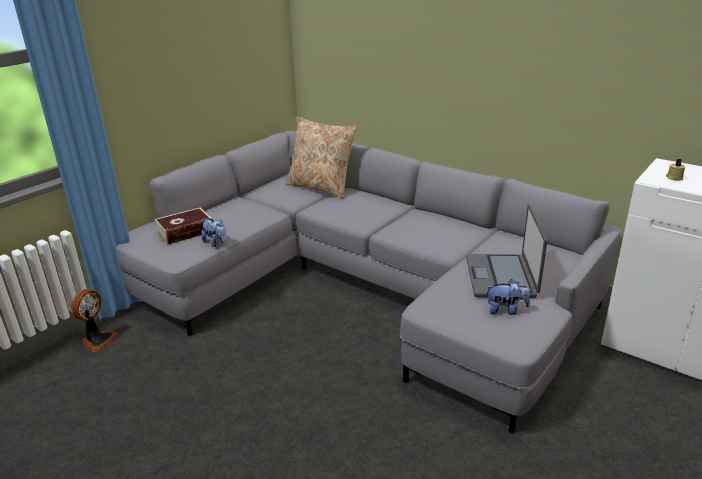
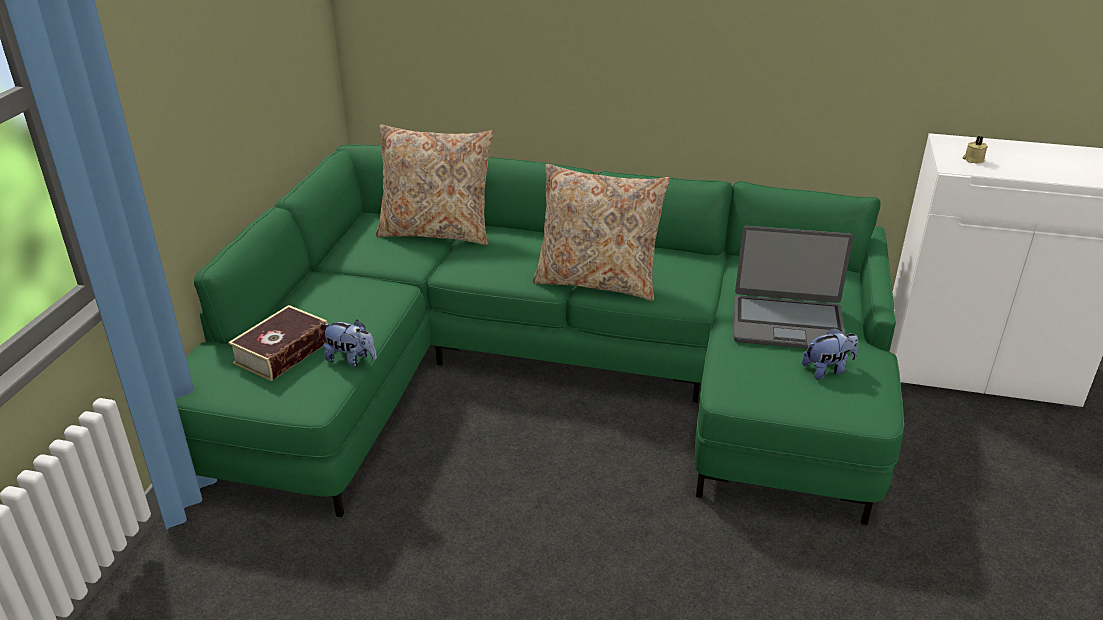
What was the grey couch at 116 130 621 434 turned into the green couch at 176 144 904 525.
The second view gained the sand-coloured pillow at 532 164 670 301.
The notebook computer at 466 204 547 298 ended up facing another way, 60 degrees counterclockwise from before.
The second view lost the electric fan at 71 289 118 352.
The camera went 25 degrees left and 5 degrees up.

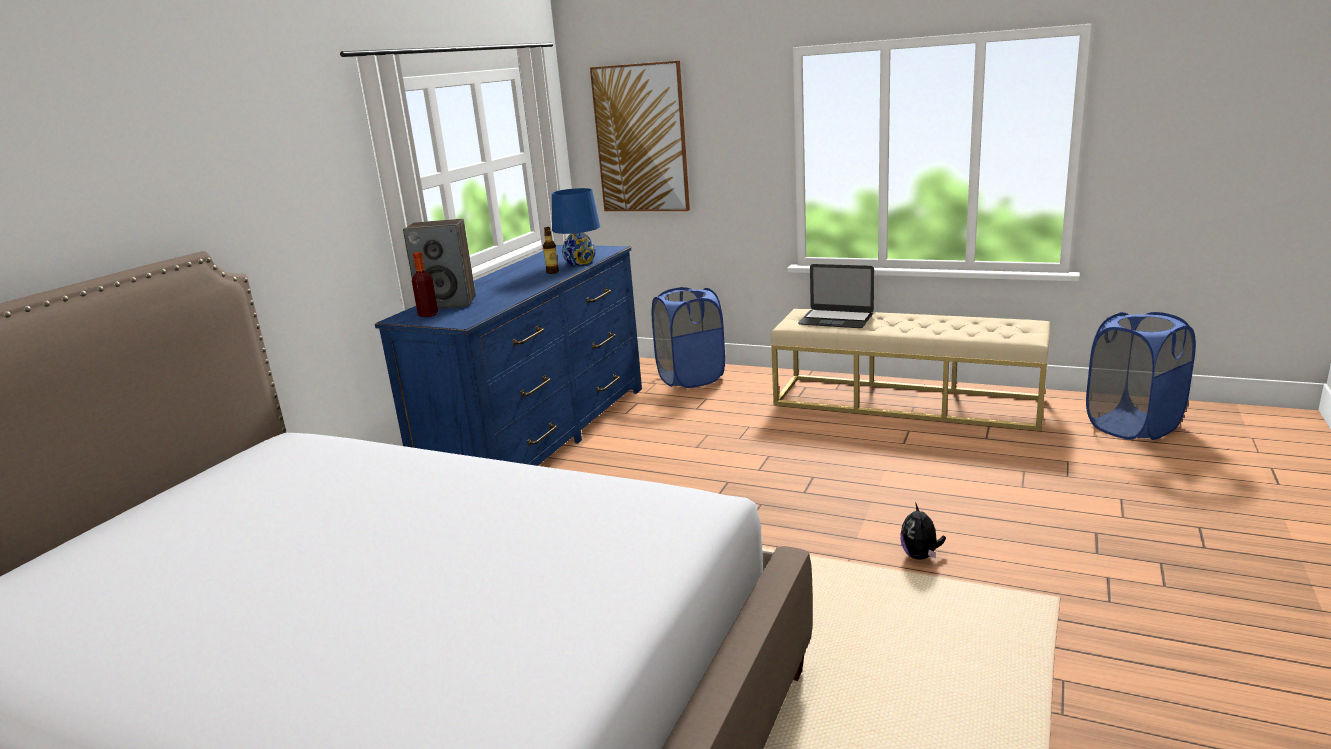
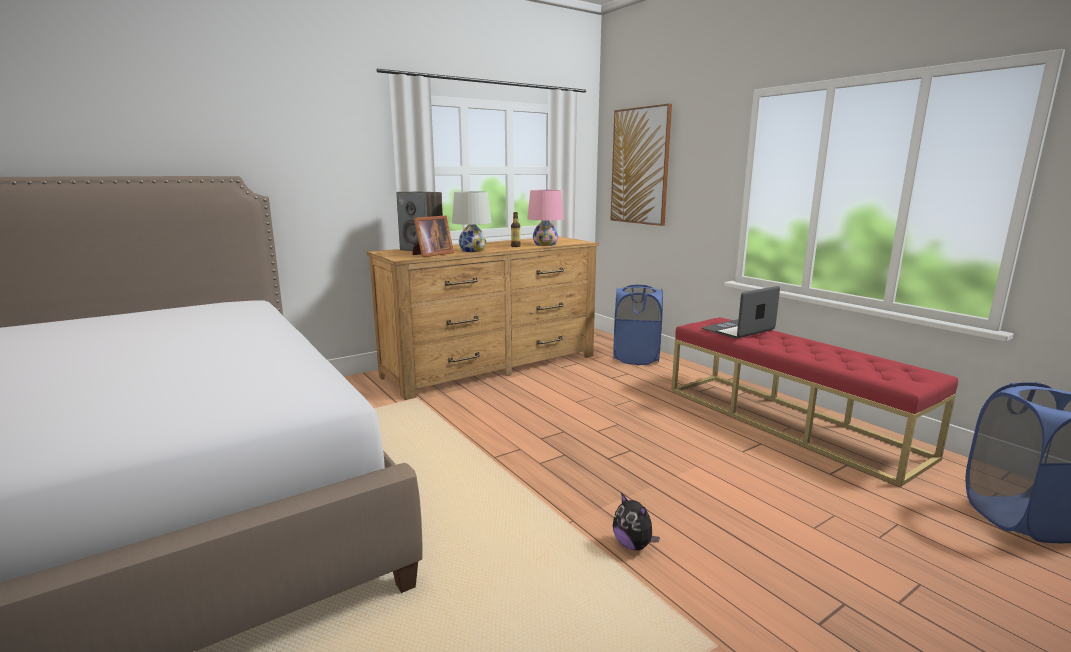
What was the bluish drawer chest at 375 245 642 466 turned into the brown-coloured drawer chest at 367 236 599 400.
The second view gained the picture frame at 412 215 454 257.
The second view gained the white tabletop lamp at 452 191 492 252.
What was the bluish tabletop lamp at 552 188 600 265 turned into the pinkish tabletop lamp at 527 190 564 246.
The soft toy at 900 502 946 560 ended up facing another way, 75 degrees counterclockwise from before.
What was the sand-coloured indoor bench at 771 309 1050 431 turned into the reddish indoor bench at 671 317 958 487.
The notebook computer at 798 264 874 328 ended up facing another way, 90 degrees clockwise from before.
The second view lost the bottle at 412 252 438 317.
The camera went 30 degrees right and 5 degrees down.

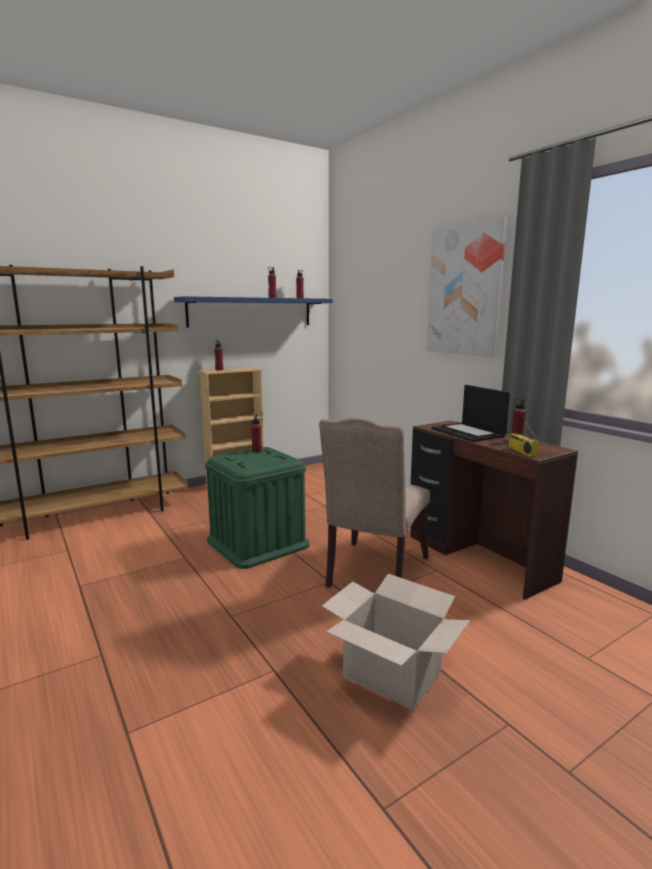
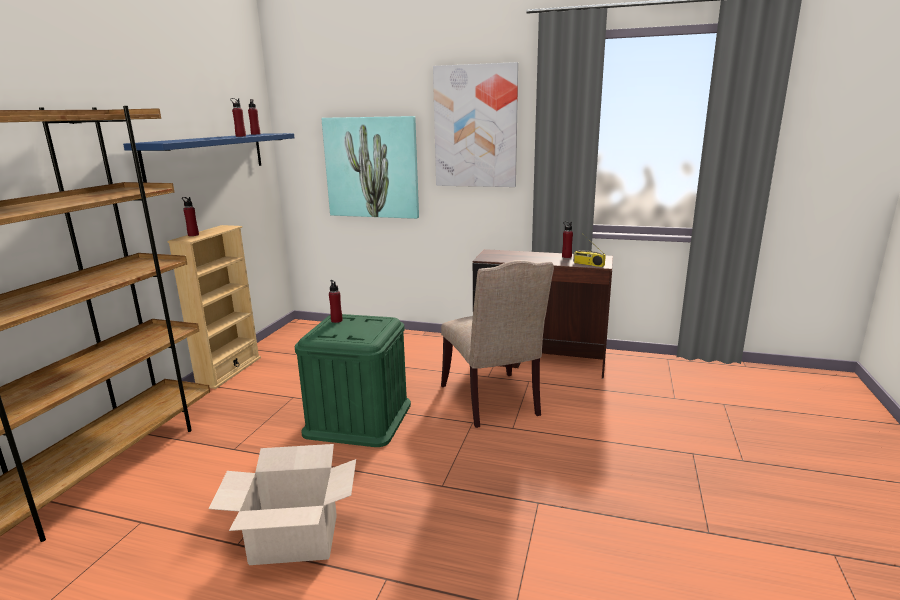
The carton ended up elsewhere, having gone from 322 574 470 711 to 208 444 356 565.
The second view gained the wall art at 321 116 419 219.
The second view lost the notebook computer at 432 385 510 442.
The camera went 40 degrees left and 5 degrees up.

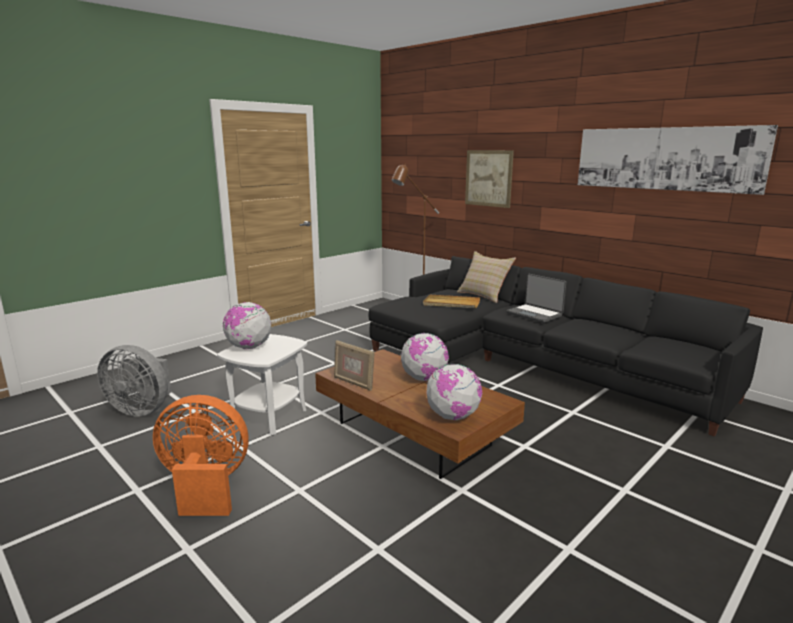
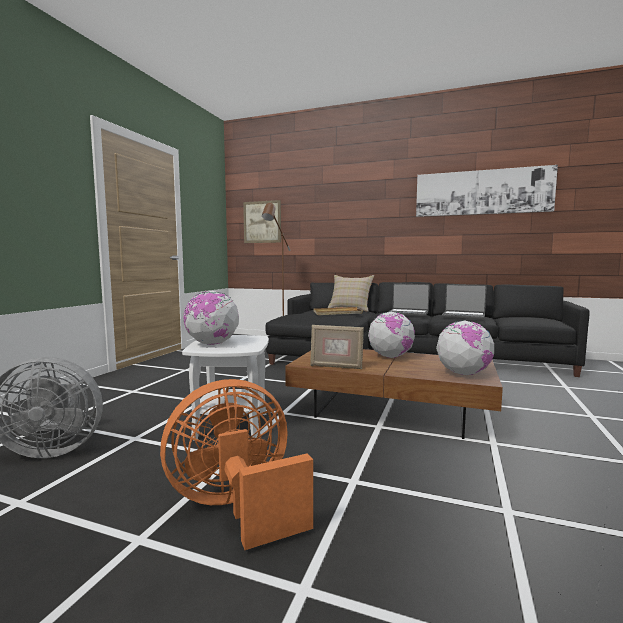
The wall art ended up elsewhere, having gone from 465 150 514 208 to 243 200 281 243.
The second view gained the notebook computer at 442 284 487 319.
The camera went 25 degrees left and 10 degrees down.

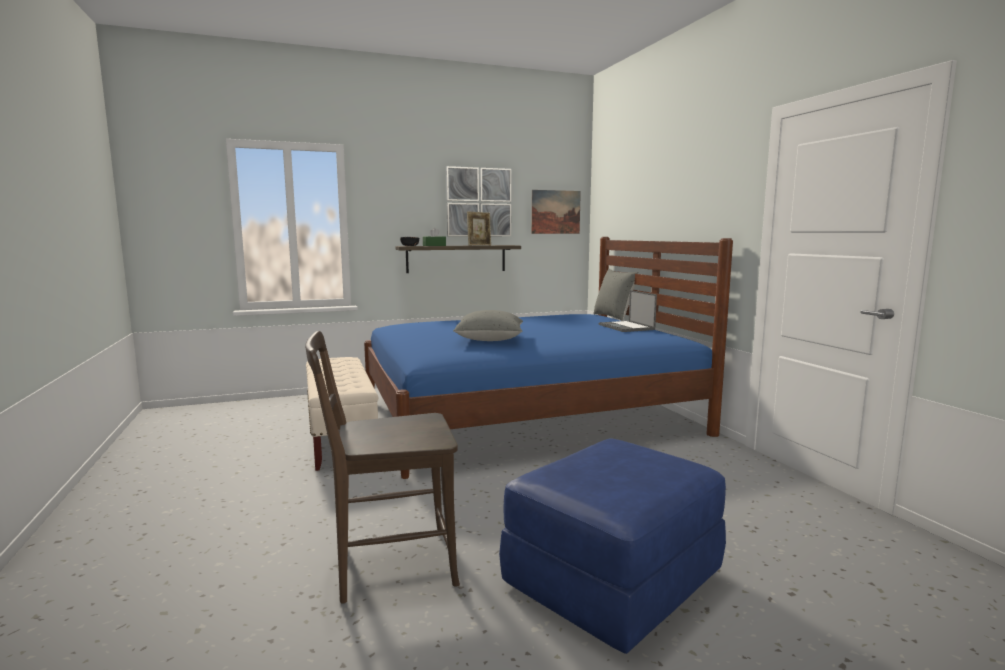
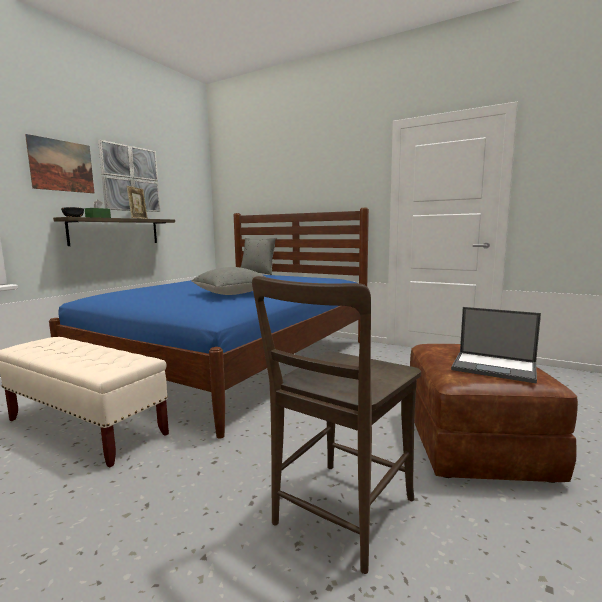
The wall art ended up elsewhere, having gone from 531 190 581 234 to 25 134 94 193.
What was the bluish ottoman at 499 438 726 654 turned into the brown-coloured ottoman at 410 344 578 483.
The notebook computer ended up elsewhere, having gone from 599 290 657 332 to 451 307 541 383.
The camera went 40 degrees left and 0 degrees up.

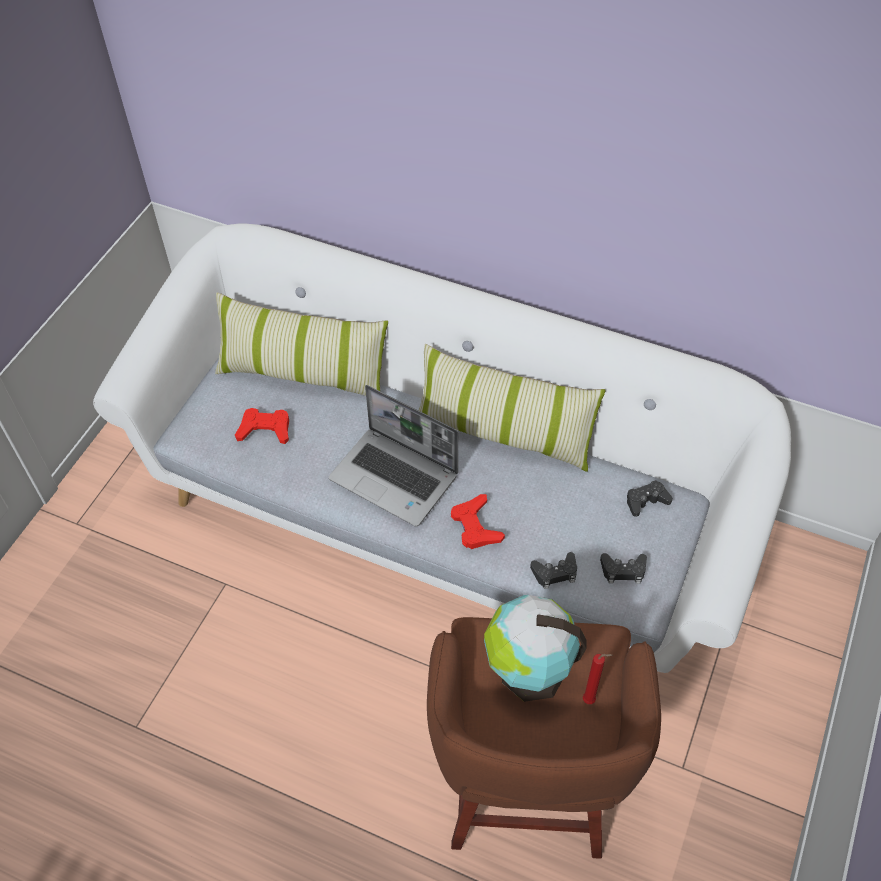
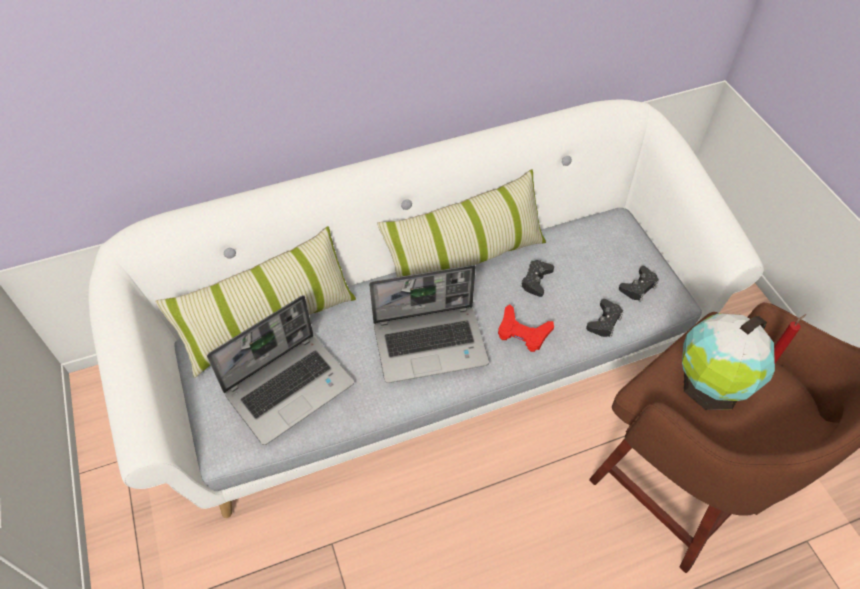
Where the reddish game controller stood at 235 408 289 444, the notebook computer came to stand at 207 295 354 445.
The black-coloured game controller ended up elsewhere, having gone from 627 480 673 517 to 520 260 554 297.
The camera went 45 degrees left and 0 degrees up.

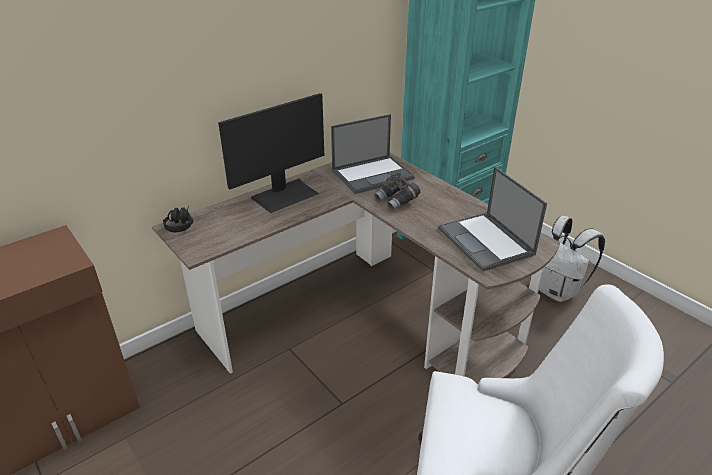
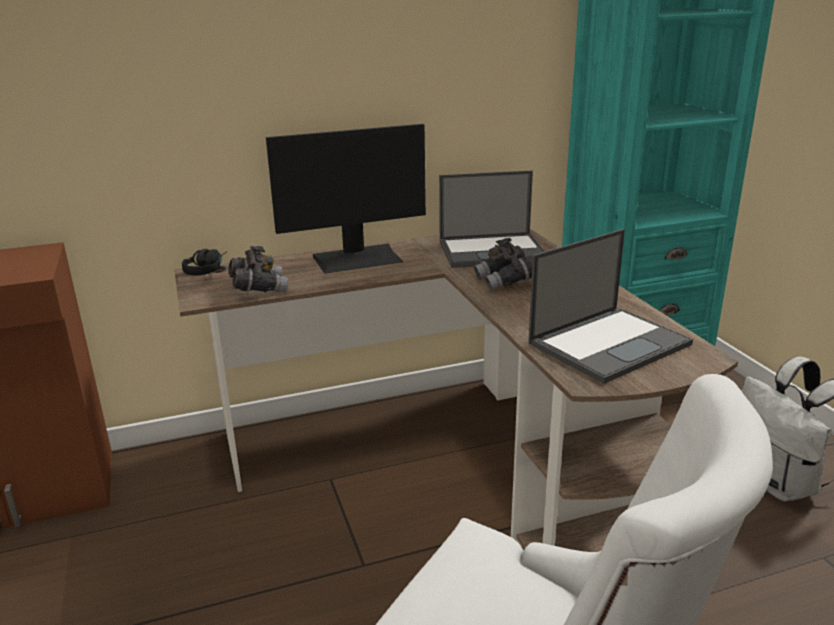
The second view gained the grey binoculars at 228 246 288 292.
The notebook computer at 438 167 547 272 ended up facing another way, 120 degrees counterclockwise from before.
The camera went 20 degrees right and 10 degrees down.

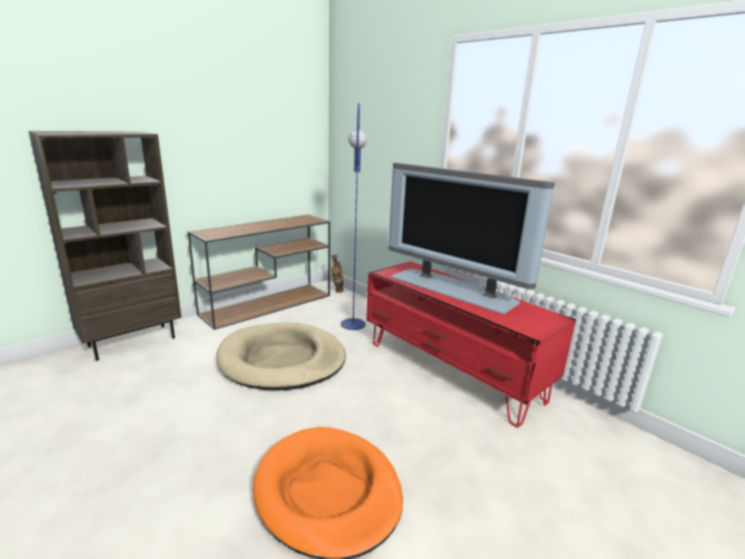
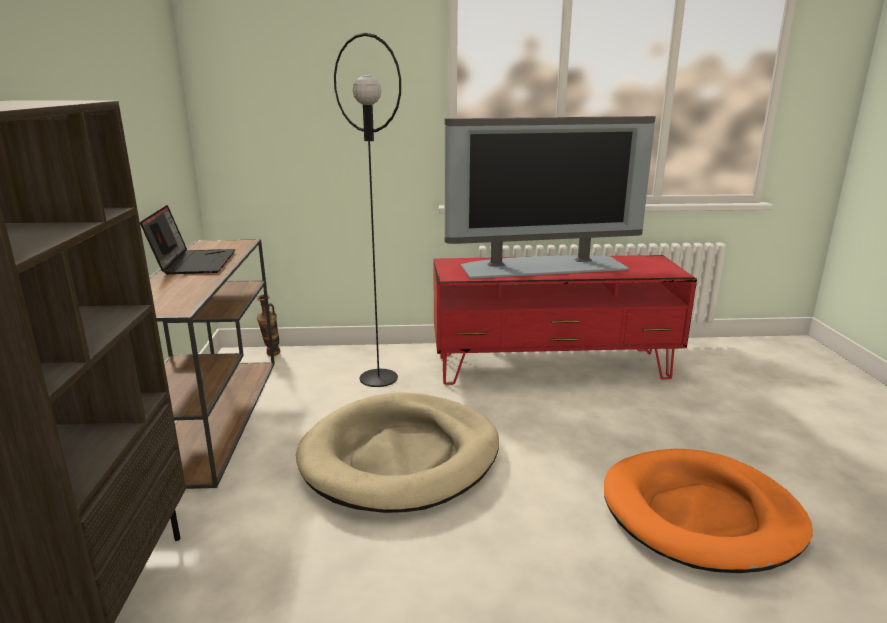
The second view gained the notebook computer at 140 205 236 274.
What was the bluish standing lamp at 341 103 367 330 turned into the black-coloured standing lamp at 334 33 401 387.
The camera went 50 degrees left and 0 degrees up.

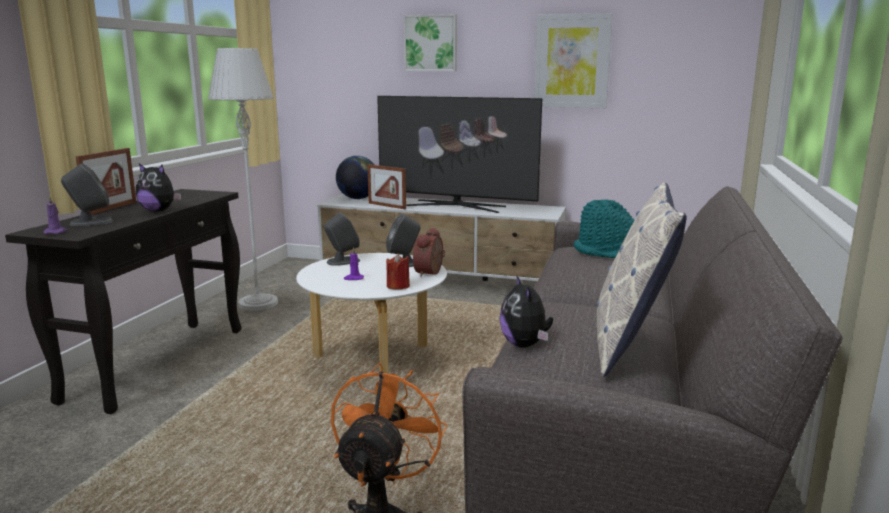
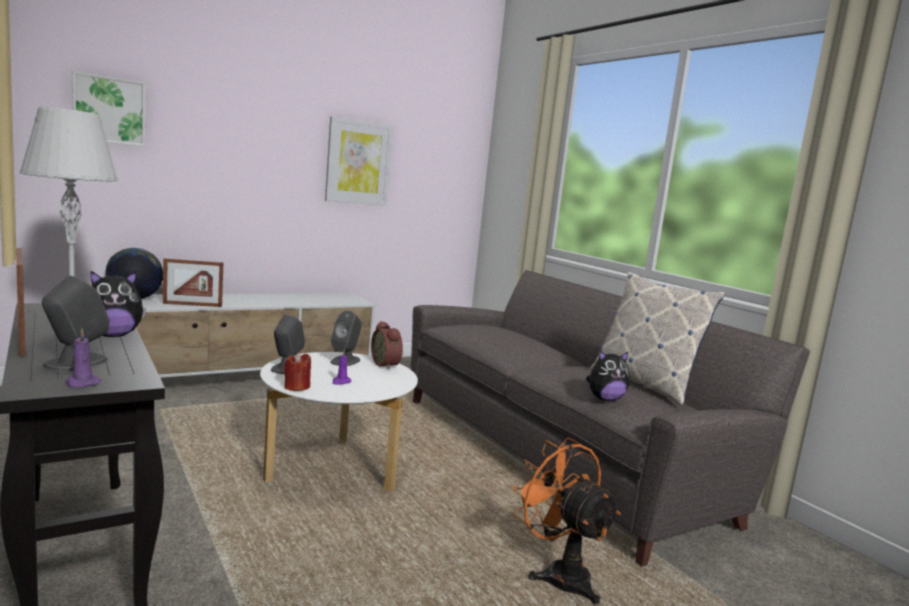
The wall art ended up elsewhere, having gone from 403 14 457 71 to 72 71 146 146.
The reddish candle ended up elsewhere, having gone from 386 253 410 290 to 283 352 311 391.
The soft toy at 500 274 553 348 ended up facing another way, 45 degrees counterclockwise from before.
The second view lost the television at 377 96 542 213.
The second view lost the turquoise-coloured hat at 574 200 634 258.
The camera went 50 degrees left and 5 degrees down.

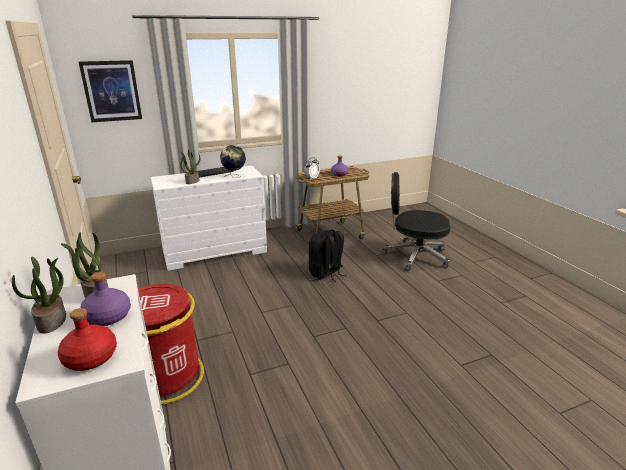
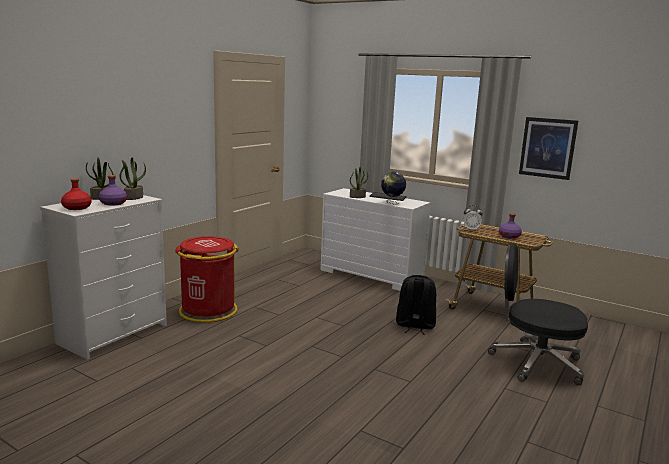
The black-coloured office chair at 382 172 451 271 ended up facing another way, 45 degrees counterclockwise from before.
The wall art ended up elsewhere, having gone from 79 60 142 122 to 519 117 578 180.
The camera went 55 degrees right and 10 degrees down.

